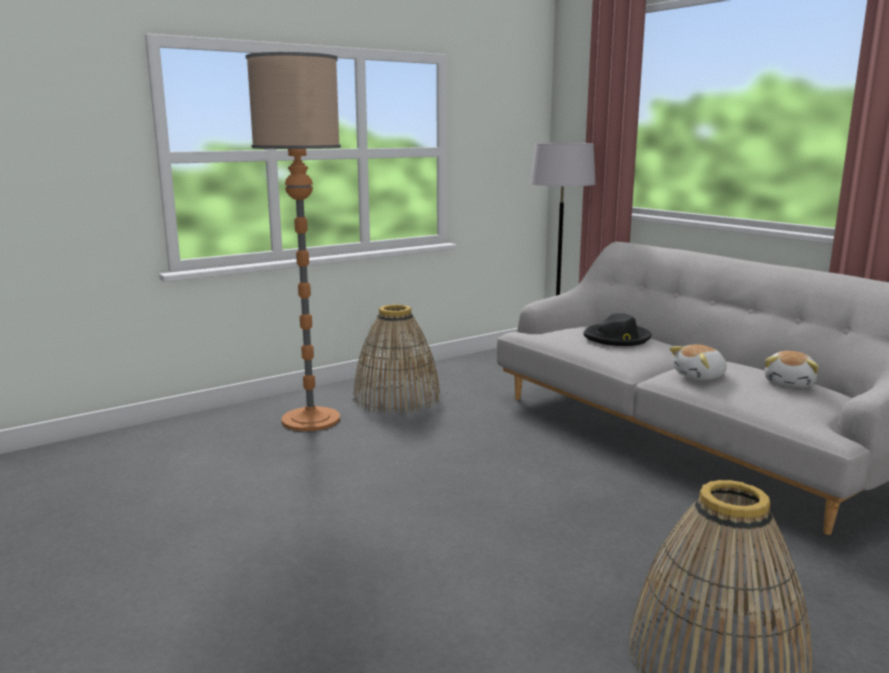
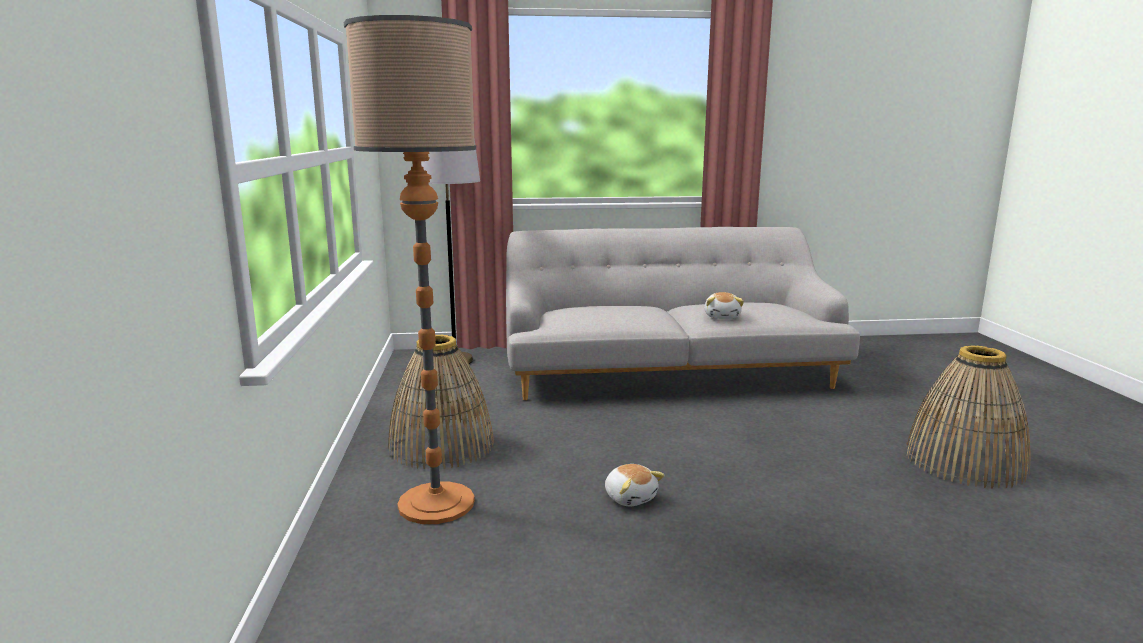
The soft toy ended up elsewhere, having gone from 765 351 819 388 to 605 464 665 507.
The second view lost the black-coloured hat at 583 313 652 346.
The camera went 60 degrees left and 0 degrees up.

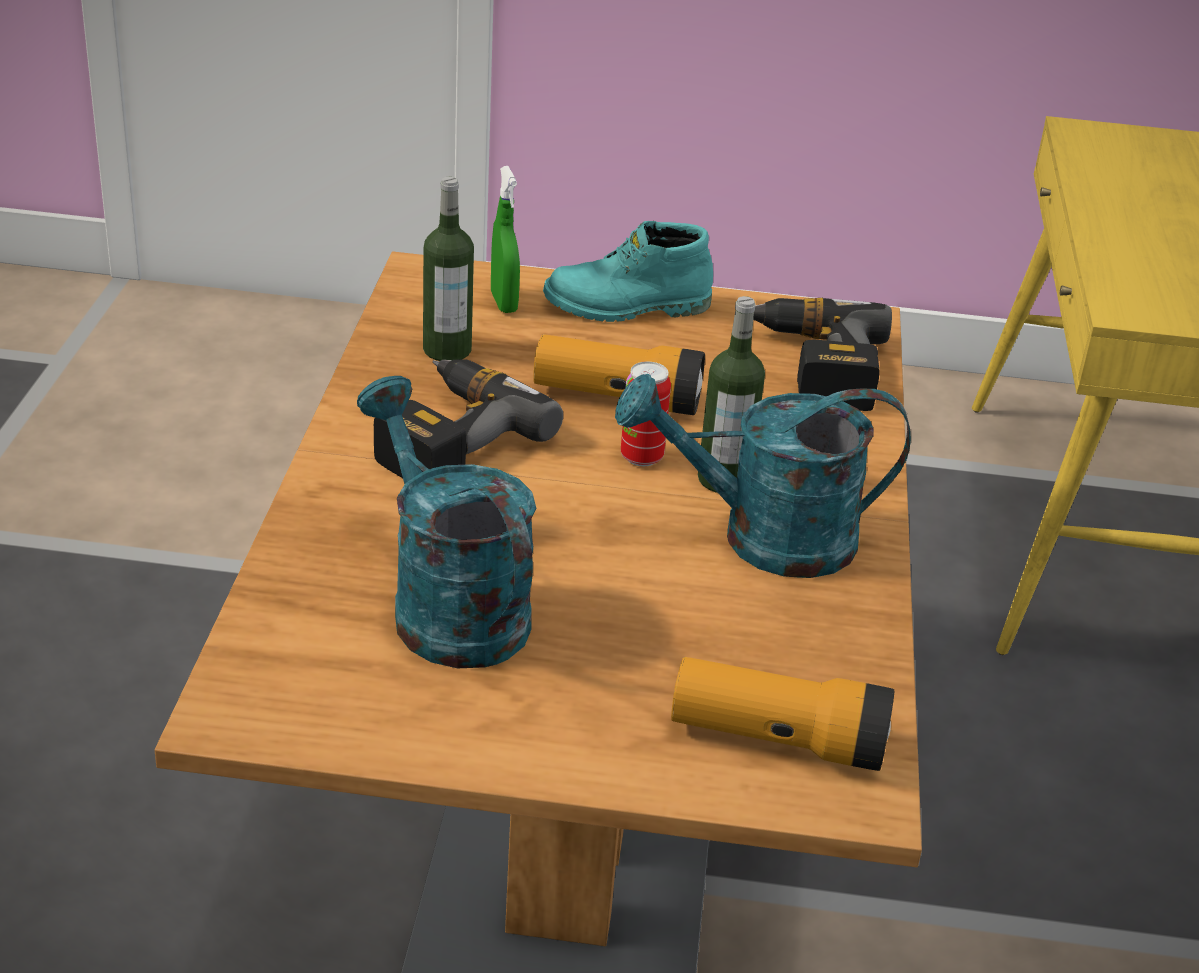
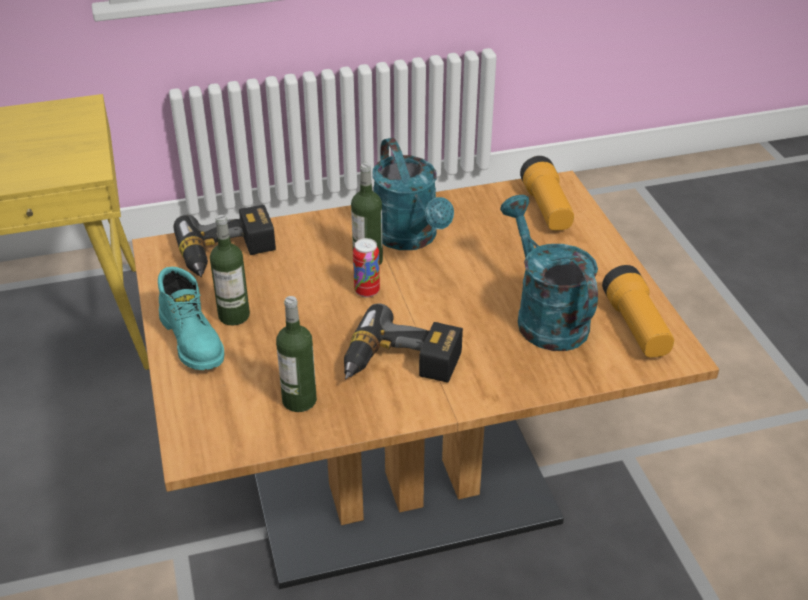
The second view gained the bottle at 210 215 250 325.
The turquoise-coloured watering can at 357 376 536 668 ended up facing another way, 120 degrees clockwise from before.
The hand torch ended up elsewhere, having gone from 533 335 705 415 to 602 265 674 358.
The second view lost the green sprayer at 491 166 520 313.
The camera went 110 degrees left and 5 degrees up.

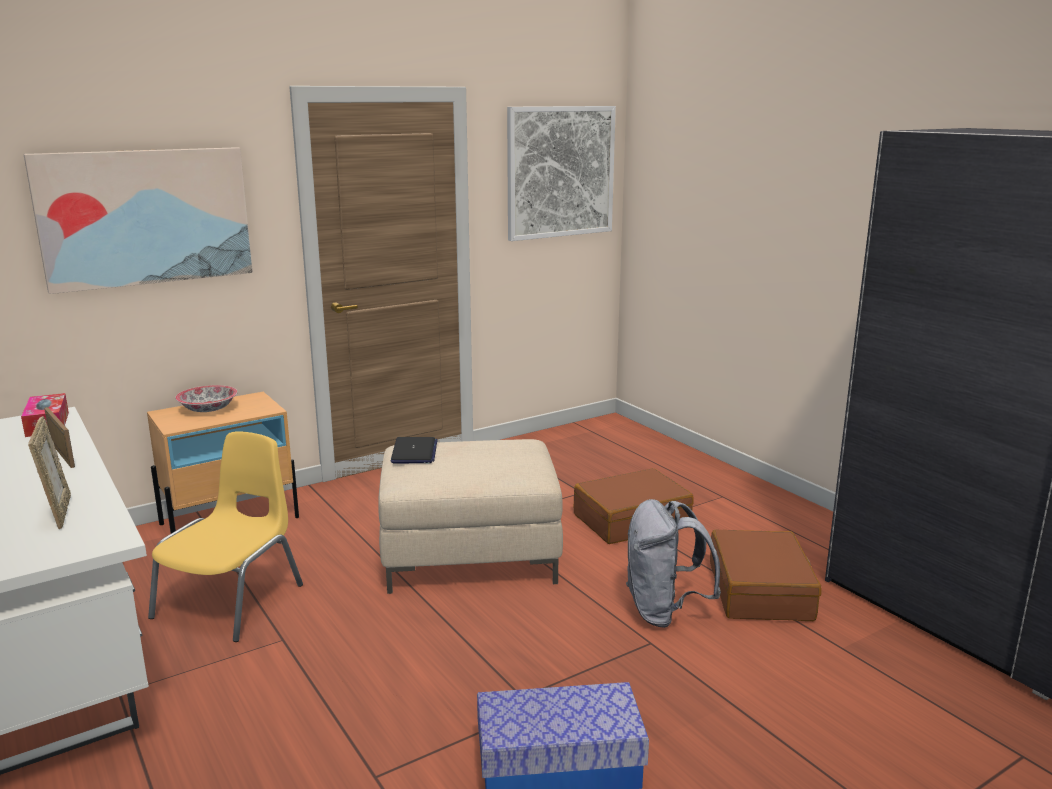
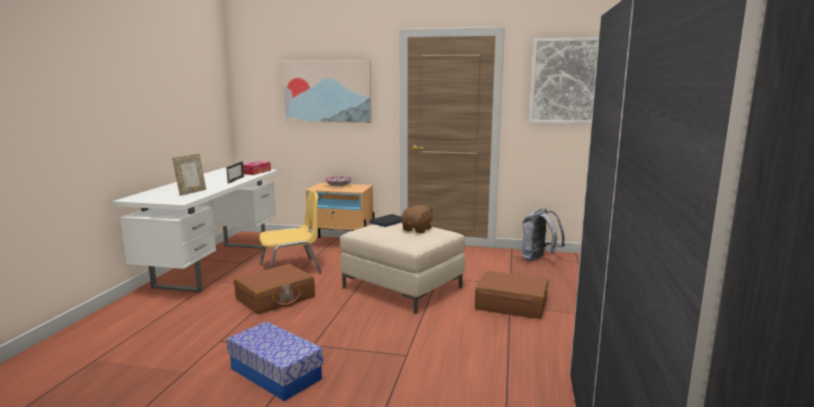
The brown-coloured piece of luggage ended up elsewhere, having gone from 710 530 821 621 to 234 264 315 314.
The second view gained the brown-coloured soft toy at 401 205 434 233.
The grey backpack ended up elsewhere, having gone from 626 499 721 628 to 521 208 565 261.
The camera went 45 degrees right and 5 degrees down.

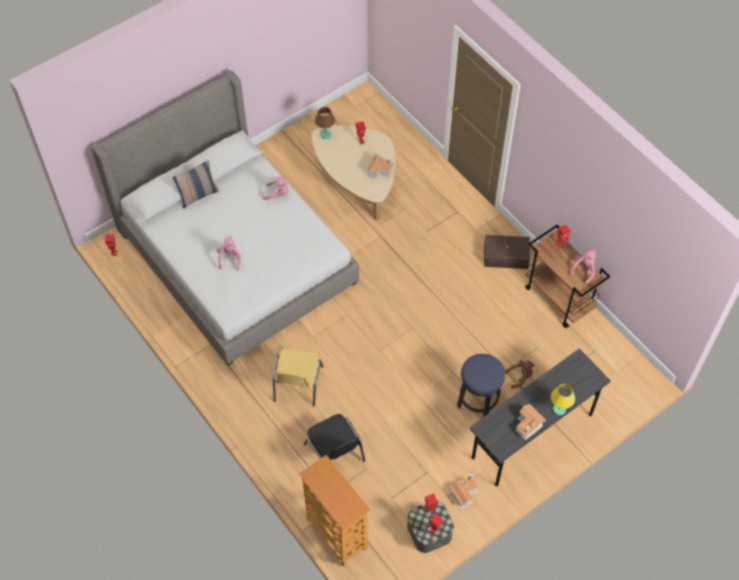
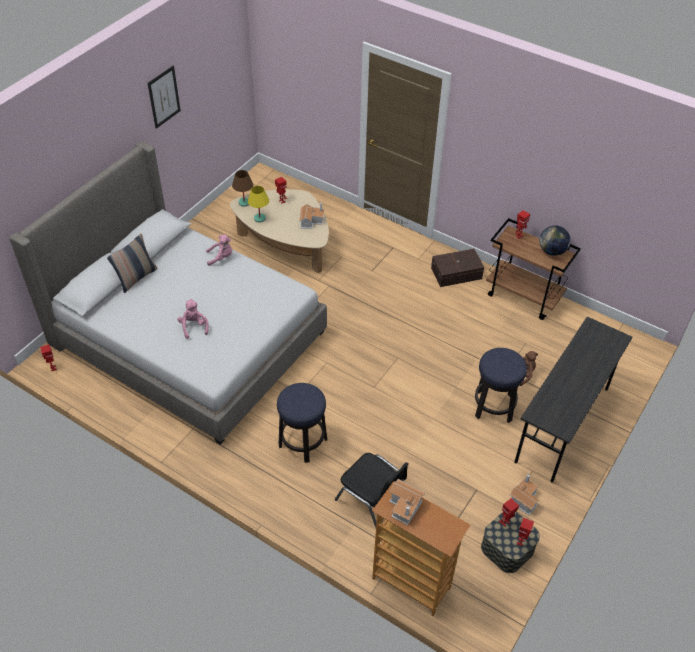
The second view gained the wall art at 148 66 181 129.
The yellow-coloured tabletop lamp ended up elsewhere, having gone from 551 384 575 416 to 248 186 269 223.
Where the yellow-coloured chair stood at 273 348 323 406, the stool came to stand at 277 383 327 463.
The toy house ended up elsewhere, having gone from 516 404 546 440 to 389 479 425 525.
Where the pinkish soft toy stood at 570 250 596 284, the desk globe came to stand at 540 225 571 256.
The camera went 20 degrees left and 10 degrees down.

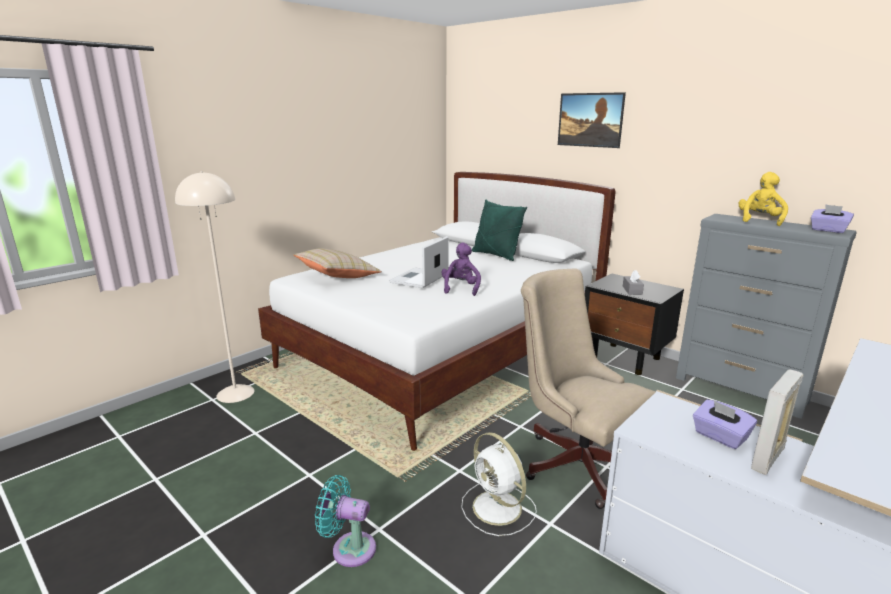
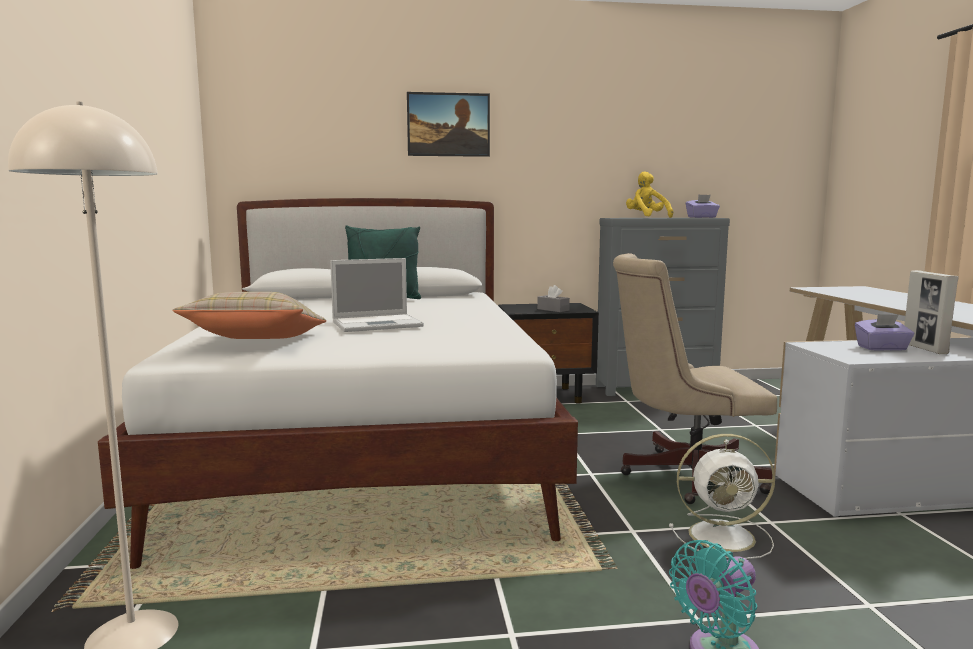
The notebook computer at 389 236 449 288 ended up facing another way, 90 degrees counterclockwise from before.
The second view lost the purple-coloured soft toy at 441 242 481 296.
The camera went 50 degrees left and 10 degrees down.

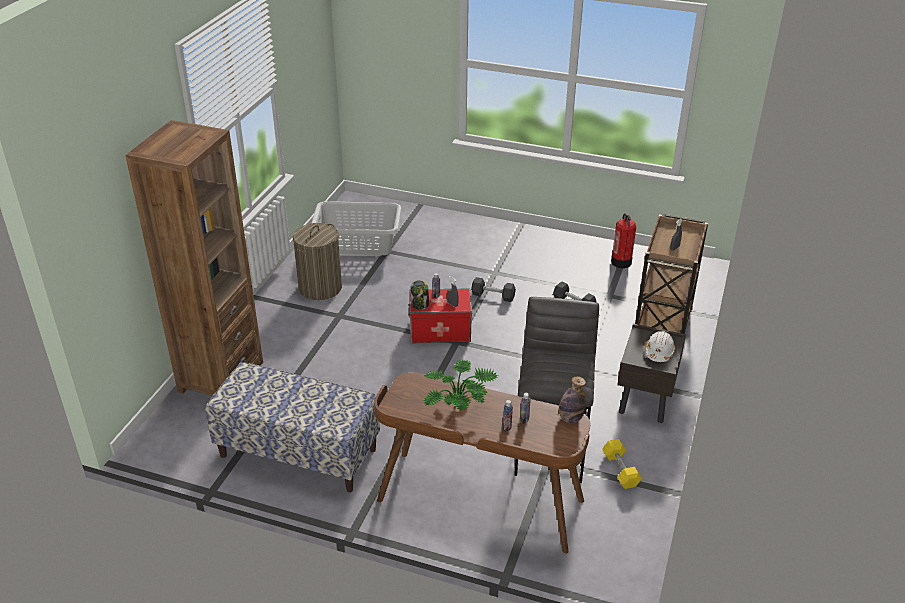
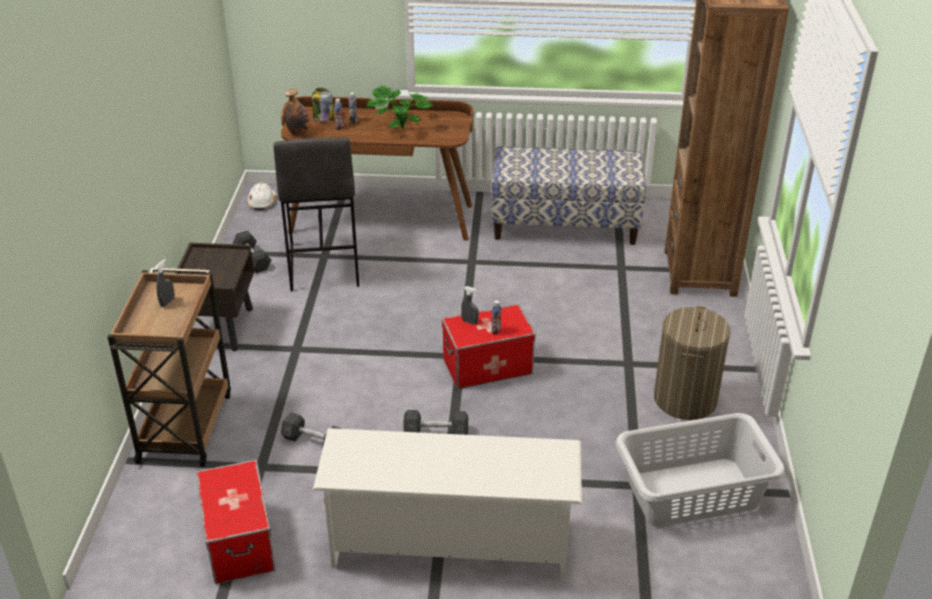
Where the fire-fighting cylinder stood at 611 213 636 268, the storage bin came to stand at 196 460 276 584.
What was the yellow-coloured hand weight at 602 439 642 489 turned into the grey hand weight at 233 231 271 273.
The white safety helmet ended up elsewhere, having gone from 645 331 675 362 to 247 183 276 210.
The preserve jar ended up elsewhere, having gone from 411 280 429 310 to 312 88 334 122.
The second view gained the white shoe rack at 313 428 582 581.
The camera went 165 degrees right and 0 degrees up.

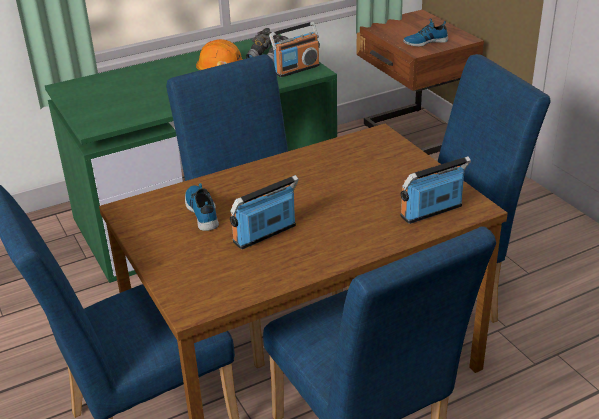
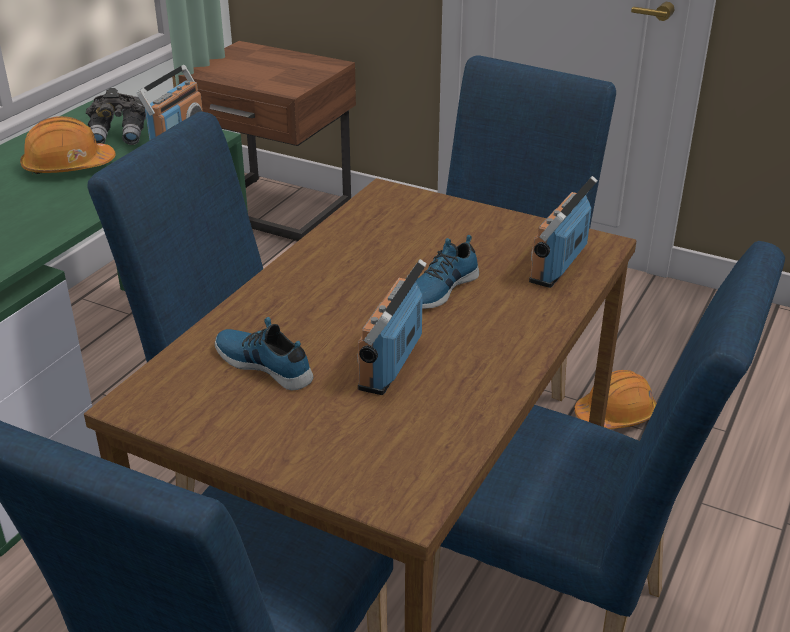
The low shoe ended up elsewhere, having gone from 403 18 448 46 to 416 235 479 309.
The second view gained the orange-coloured safety helmet at 574 370 657 429.
The camera went 35 degrees left and 0 degrees up.

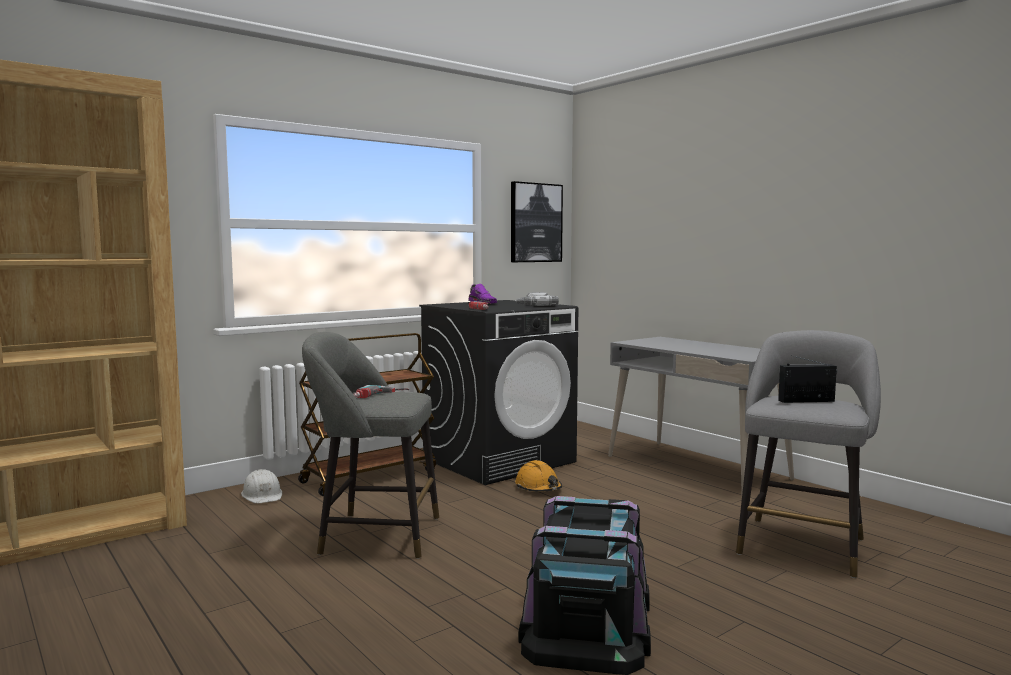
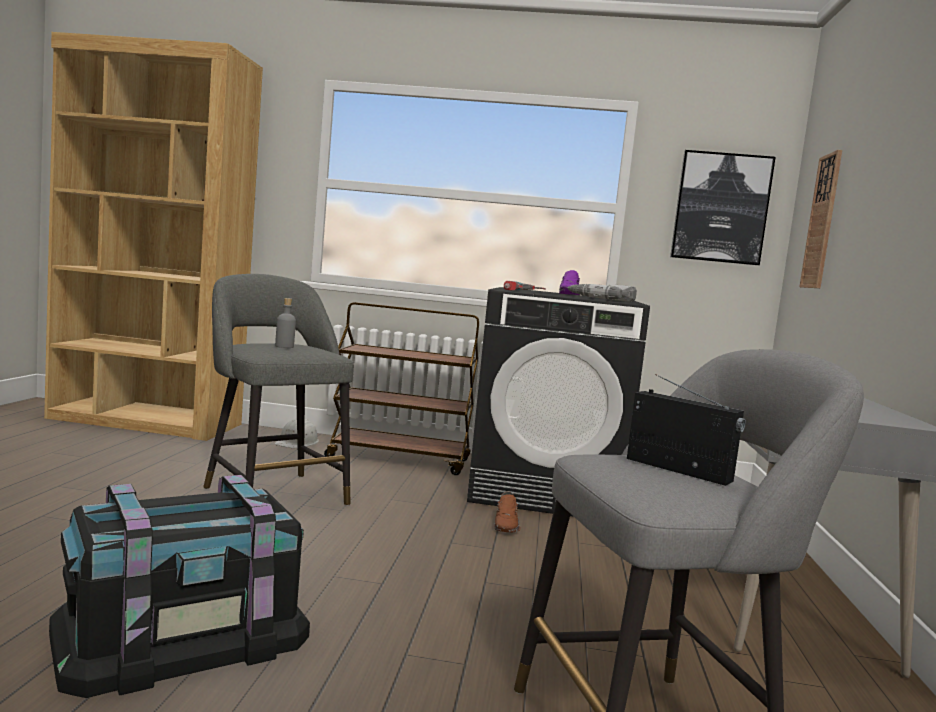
Where the electric drill stood at 353 385 409 398, the grey bottle came to stand at 275 298 296 348.
Where the orange-coloured safety helmet stood at 515 460 562 492, the brown-coloured low shoe came to stand at 494 491 521 533.
The second view gained the wall clock at 799 150 842 288.
The camera went 45 degrees right and 0 degrees up.

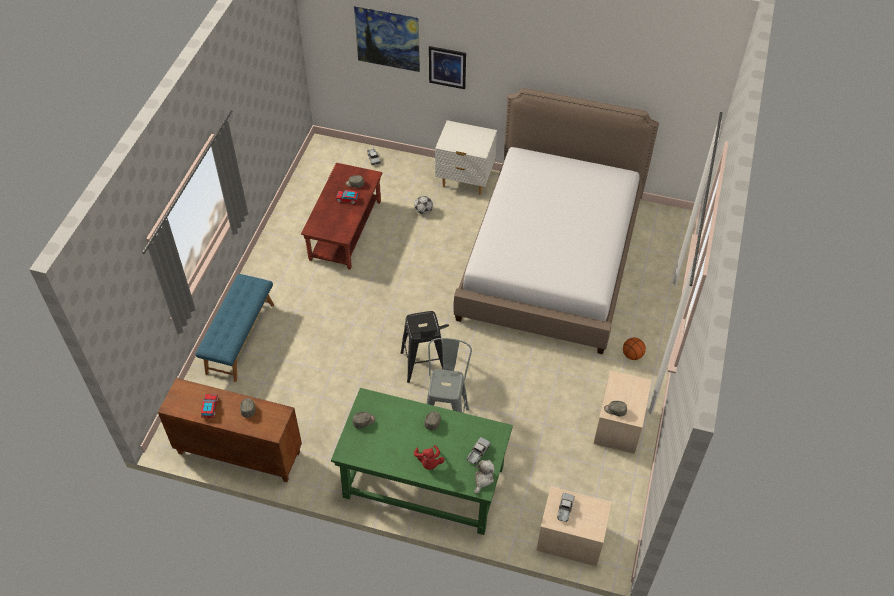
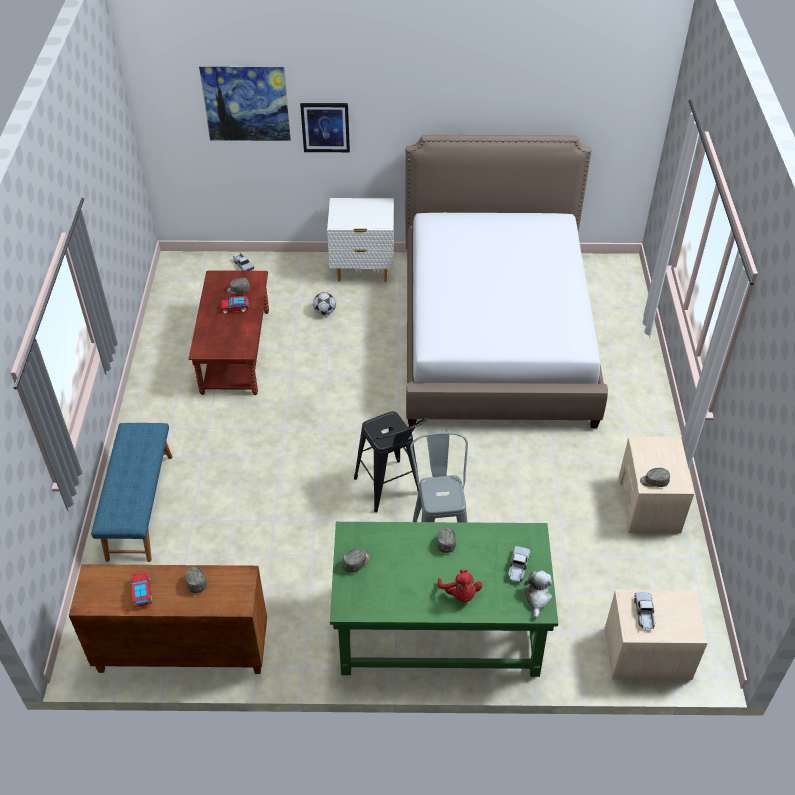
The second view lost the basketball ball at 623 338 646 360.
The camera went 15 degrees left and 5 degrees down.

